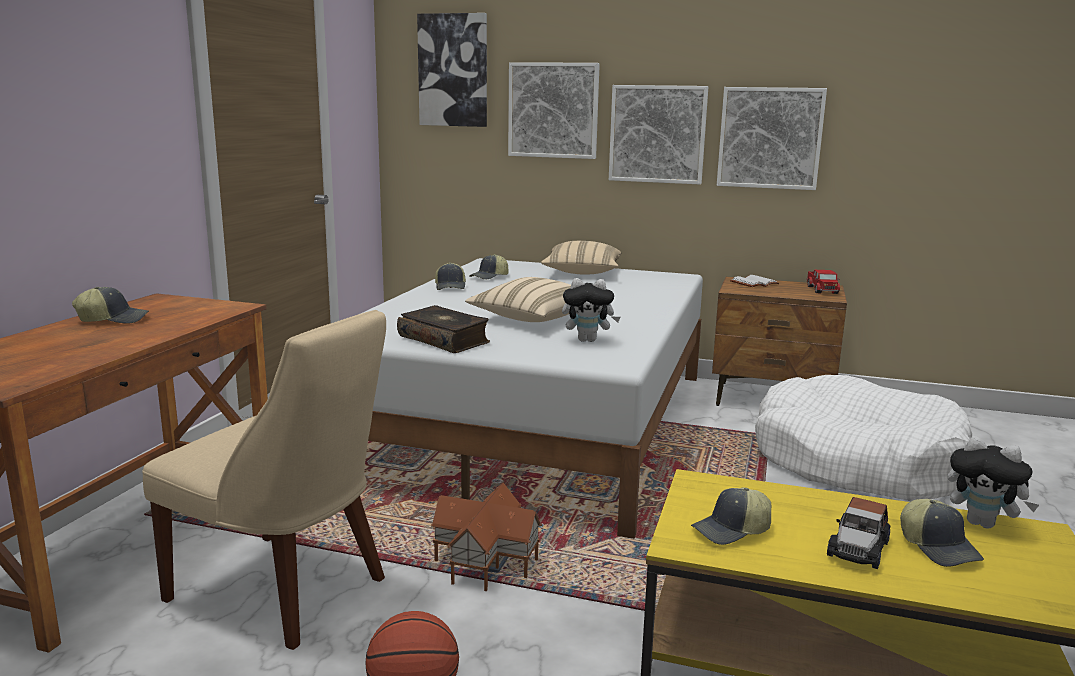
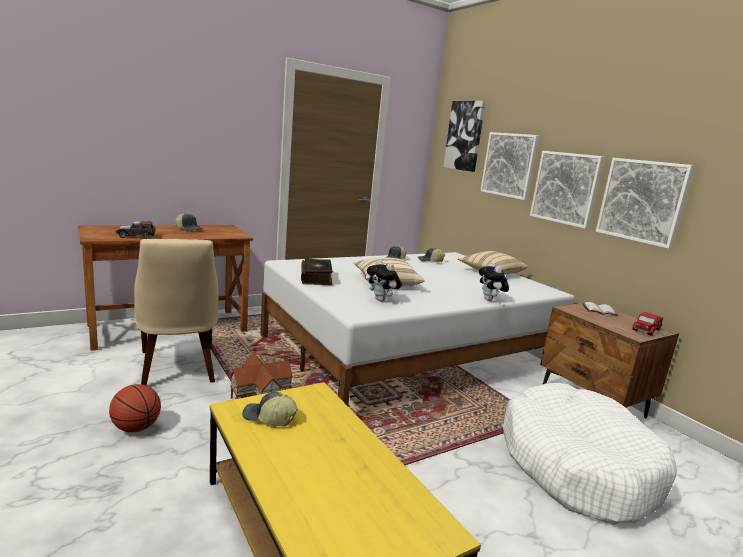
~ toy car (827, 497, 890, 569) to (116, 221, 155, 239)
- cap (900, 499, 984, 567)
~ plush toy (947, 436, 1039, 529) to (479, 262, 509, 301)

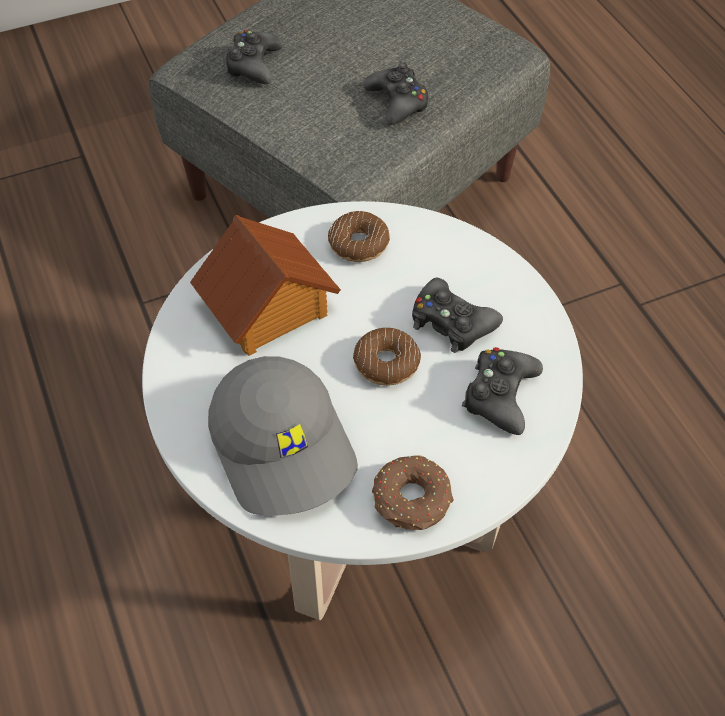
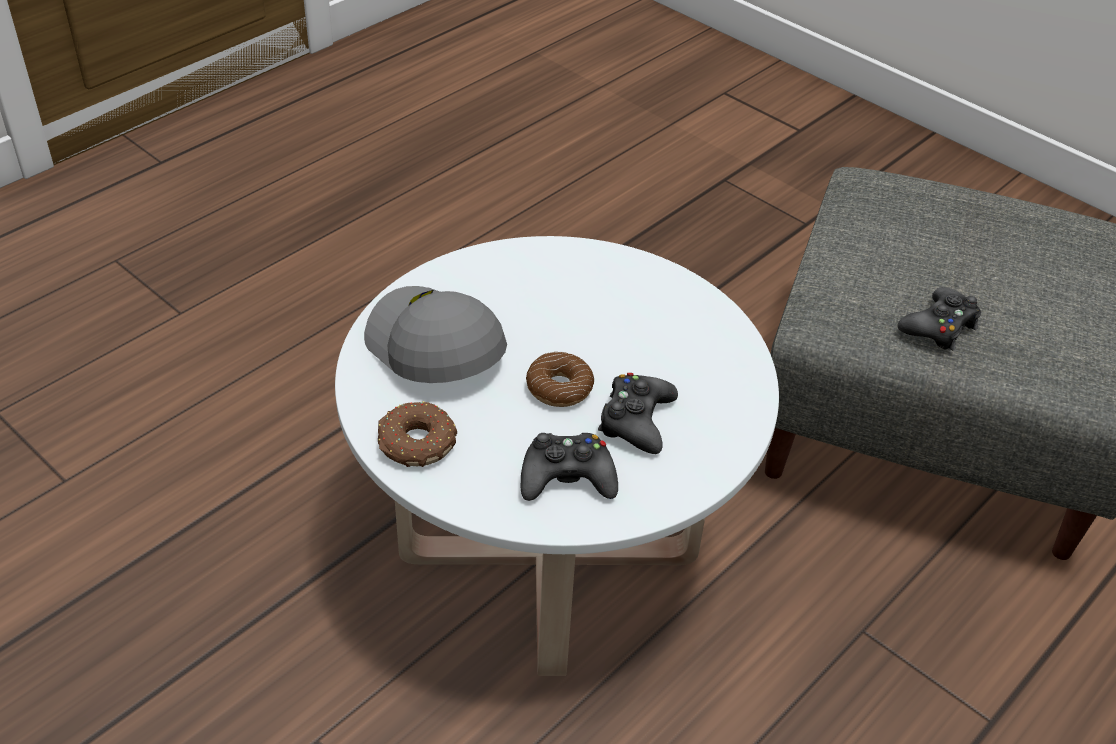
- toy house (190, 215, 341, 356)
~ grey cap (208, 356, 358, 515) = (364, 286, 507, 383) 105 degrees clockwise
- black game controller (226, 30, 283, 84)
- donut (328, 211, 390, 262)

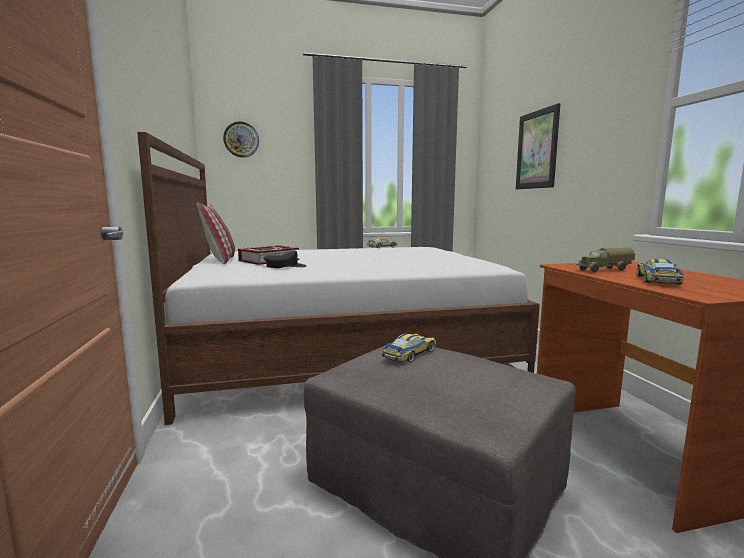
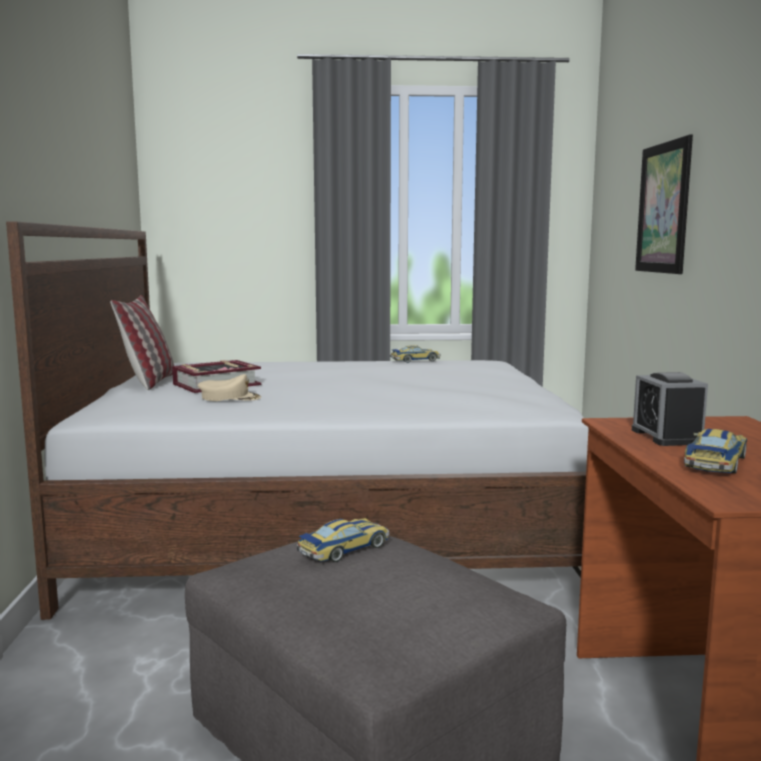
- wall clock (223, 122, 259, 158)
~ black cap (264, 250, 306, 268) to beige cap (198, 374, 261, 401)
~ toy truck (577, 247, 635, 272) to alarm clock (632, 372, 708, 446)

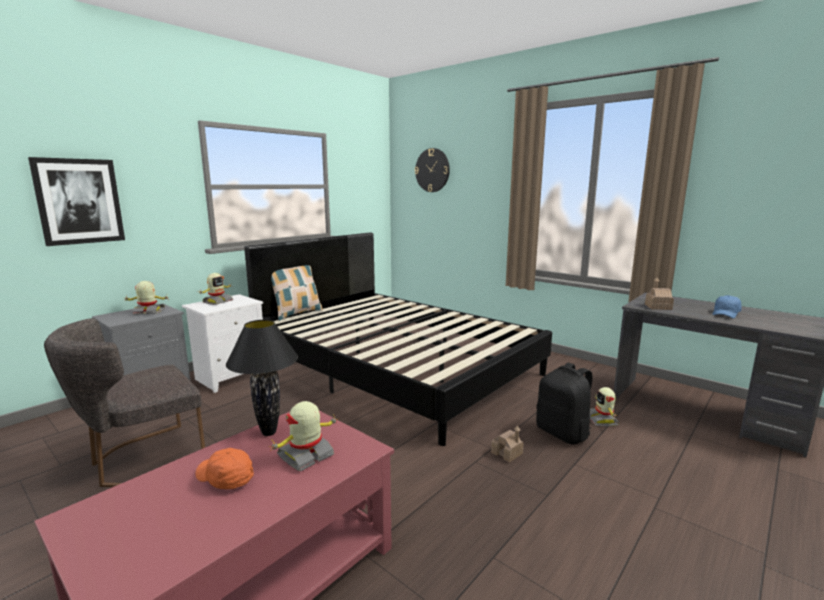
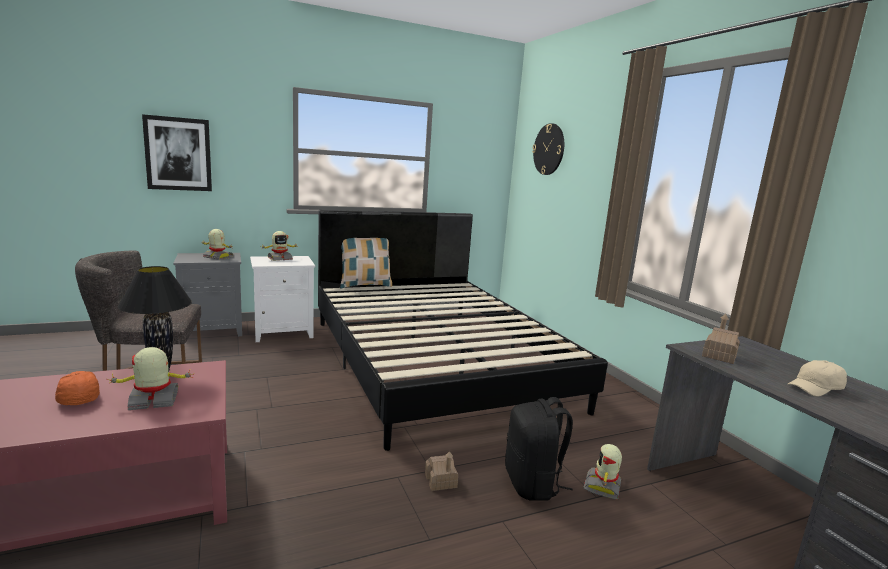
~ blue cap (713, 295, 742, 318) to beige cap (787, 360, 847, 397)

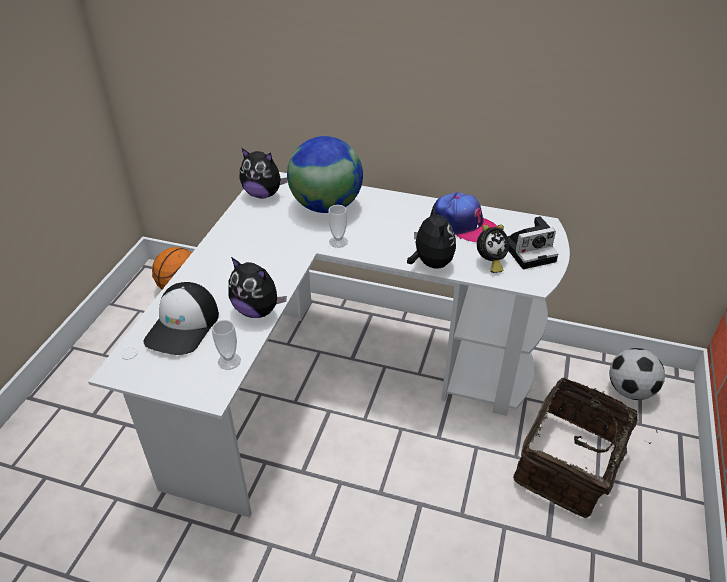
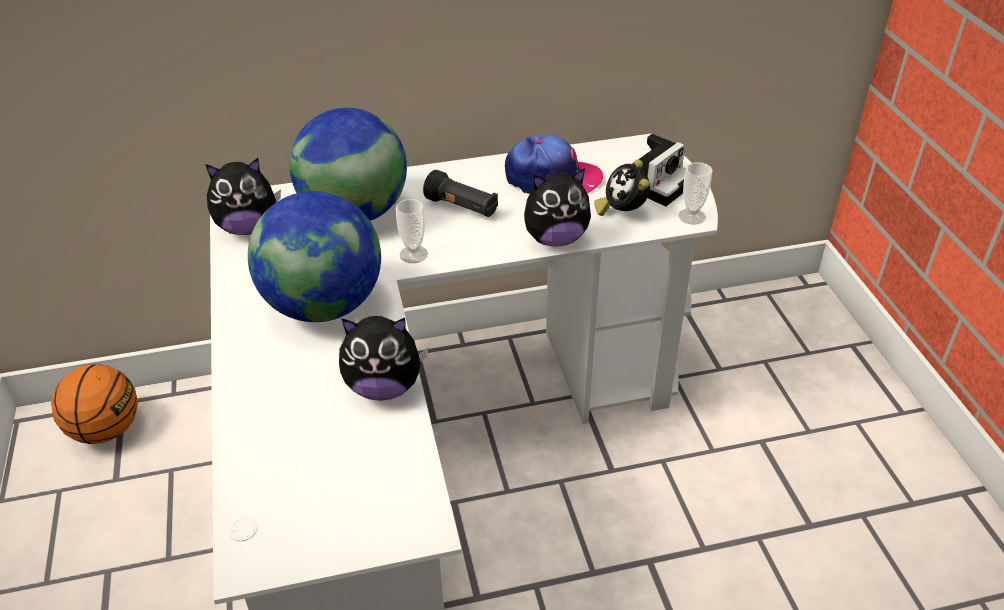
- cap (144, 282, 219, 355)
~ cup (212, 320, 241, 370) to (679, 162, 712, 225)
~ plush toy (407, 206, 456, 268) = (524, 168, 591, 247) 120 degrees clockwise
~ alarm clock (477, 224, 509, 273) = (594, 159, 650, 216) 135 degrees clockwise
- basket (513, 377, 657, 518)
- football (609, 348, 665, 400)
+ globe (248, 191, 381, 322)
+ black flashlight (423, 170, 498, 217)

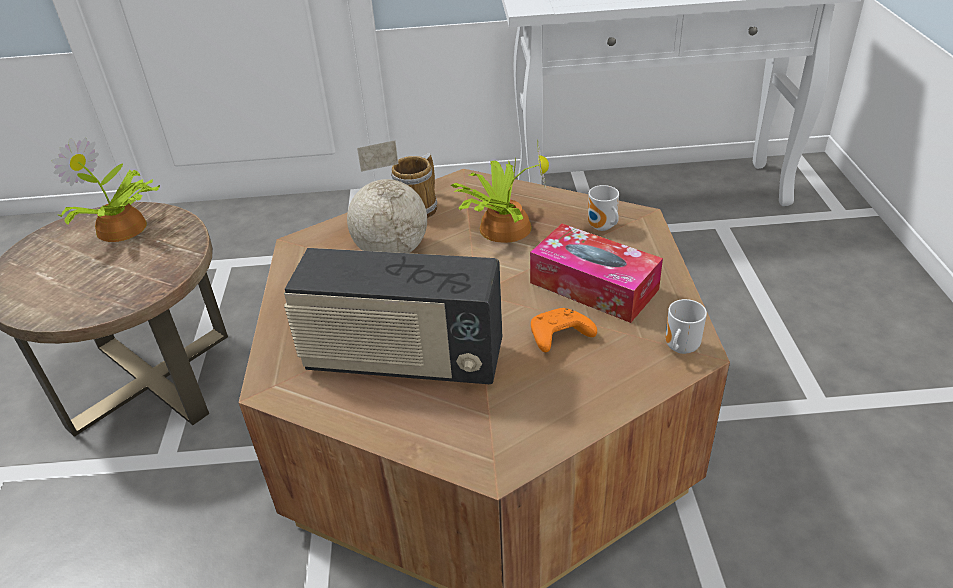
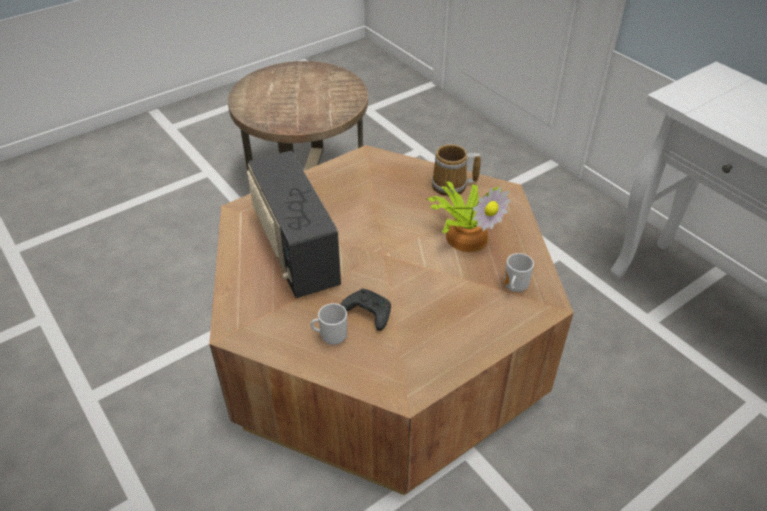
- potted plant (52, 138, 160, 242)
- globe (347, 140, 427, 253)
- tissue box (530, 224, 663, 323)
~ orange game controller (531, 308, 597, 352) to black game controller (340, 288, 391, 331)
~ mug (665, 299, 707, 354) to (311, 303, 348, 345)

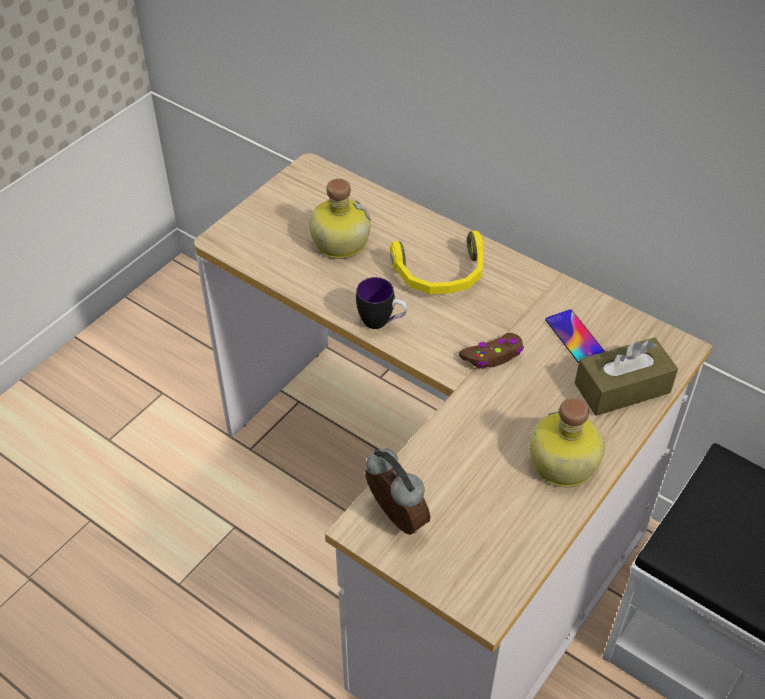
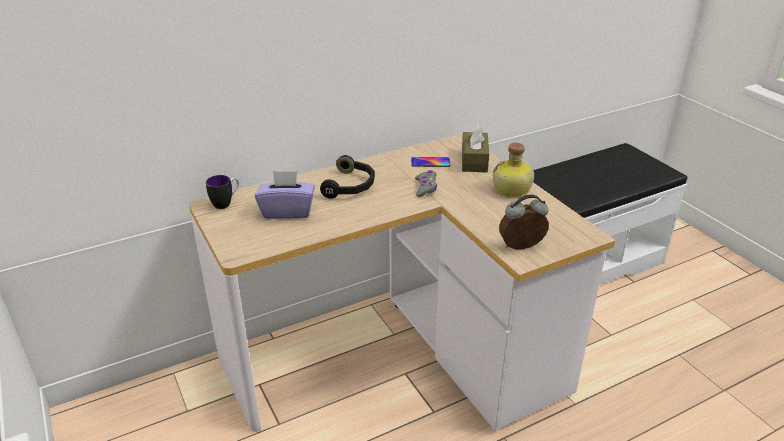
~ bottle (309, 179, 371, 259) to purple tissue box (255, 171, 315, 219)
~ mug (356, 277, 408, 329) to (206, 175, 239, 209)
~ yellow headphones (390, 231, 484, 294) to black headphones (320, 155, 375, 199)
~ brown game controller (459, 333, 524, 369) to grey game controller (415, 170, 437, 197)

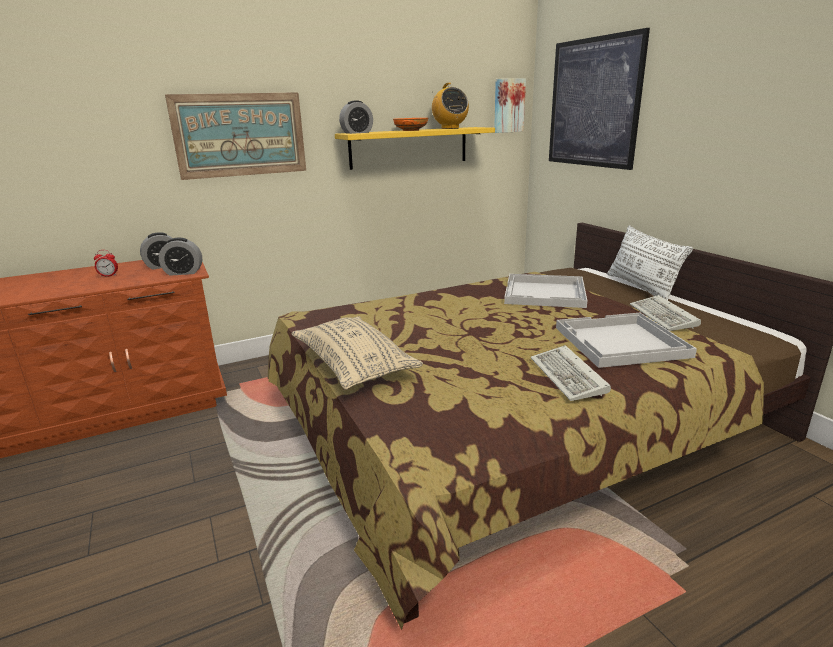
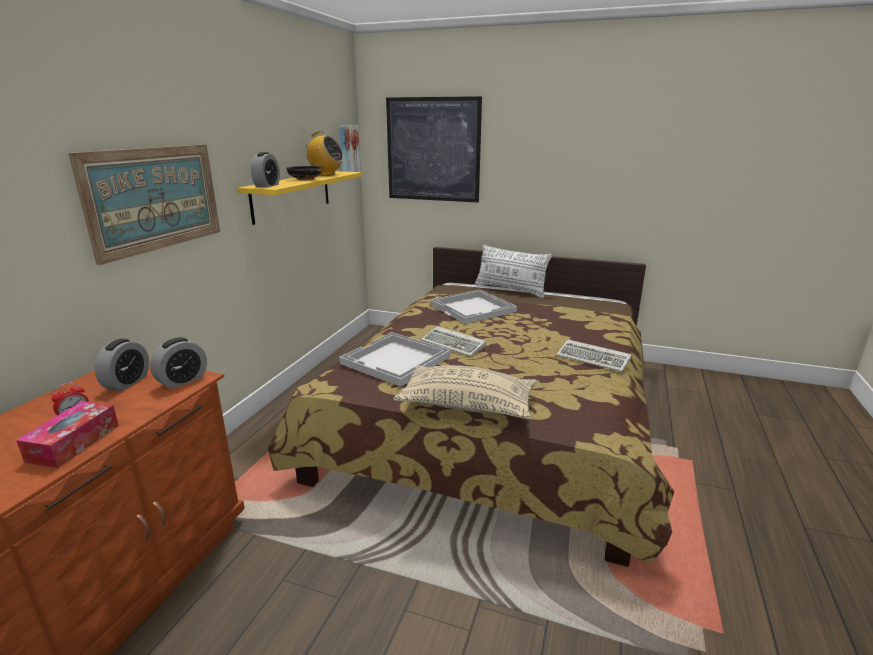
~ orange bowl (393, 118, 428, 131) to black bowl (286, 166, 323, 181)
~ white tray (556, 313, 697, 368) to (340, 332, 451, 387)
~ keyboard (630, 295, 701, 331) to (420, 326, 486, 357)
+ tissue box (16, 401, 119, 468)

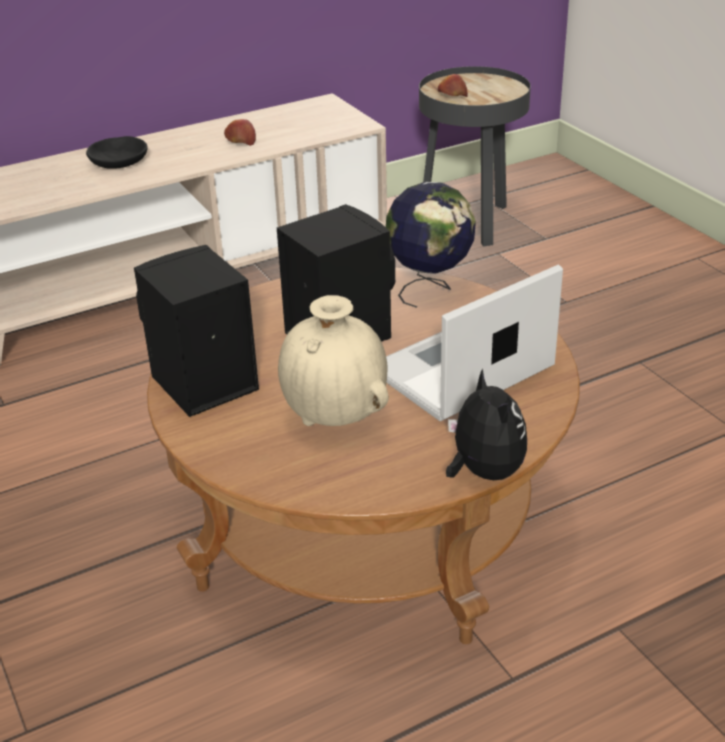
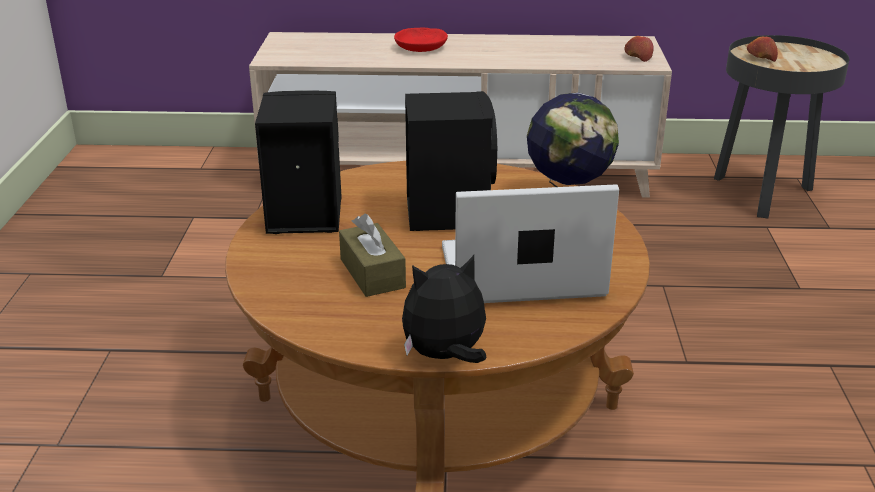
~ black bowl (86, 136, 148, 169) to red bowl (394, 27, 448, 52)
~ apple (224, 119, 256, 146) to (624, 36, 654, 62)
~ beige vase (278, 295, 389, 426) to brown tissue box (339, 214, 406, 297)
~ plush toy (446, 368, 527, 480) = (402, 255, 487, 363) 120 degrees counterclockwise

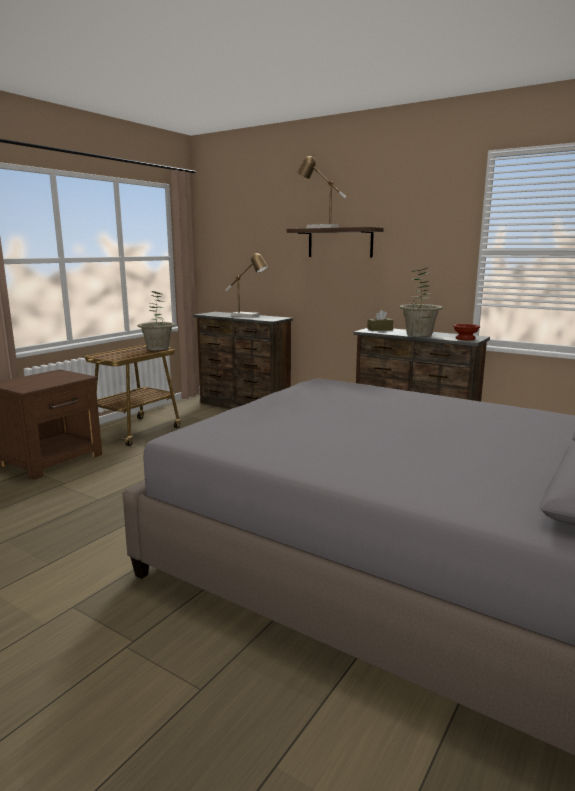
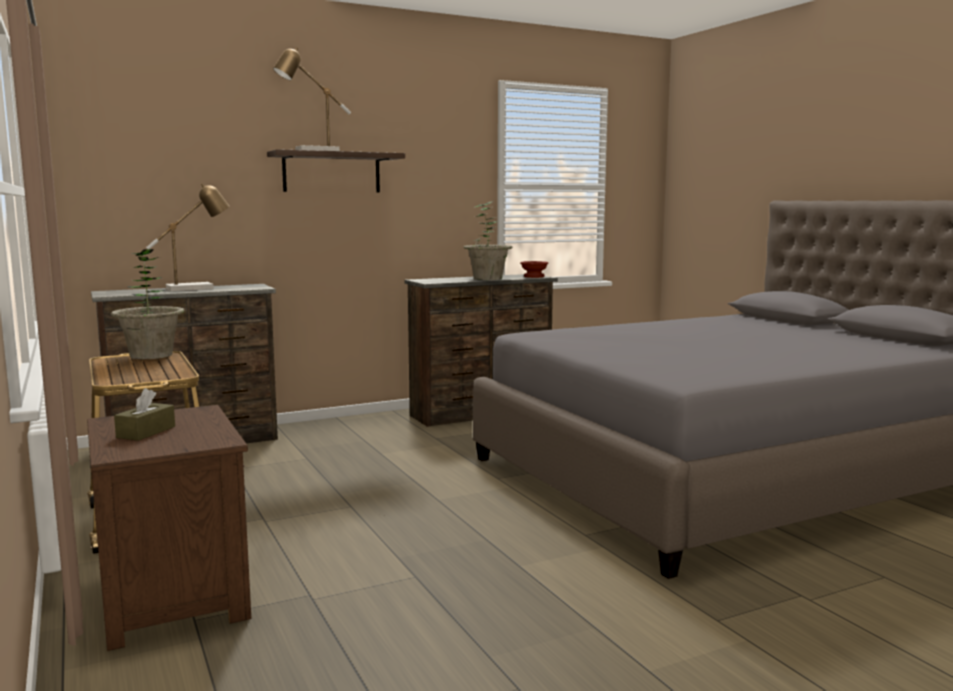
~ brown tissue box (367, 310, 393, 331) to (114, 388, 175, 441)

